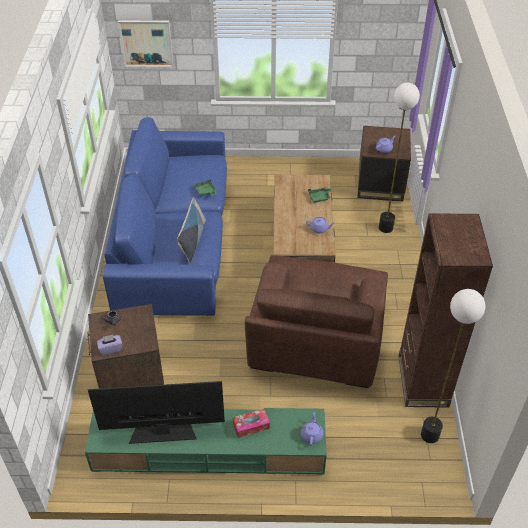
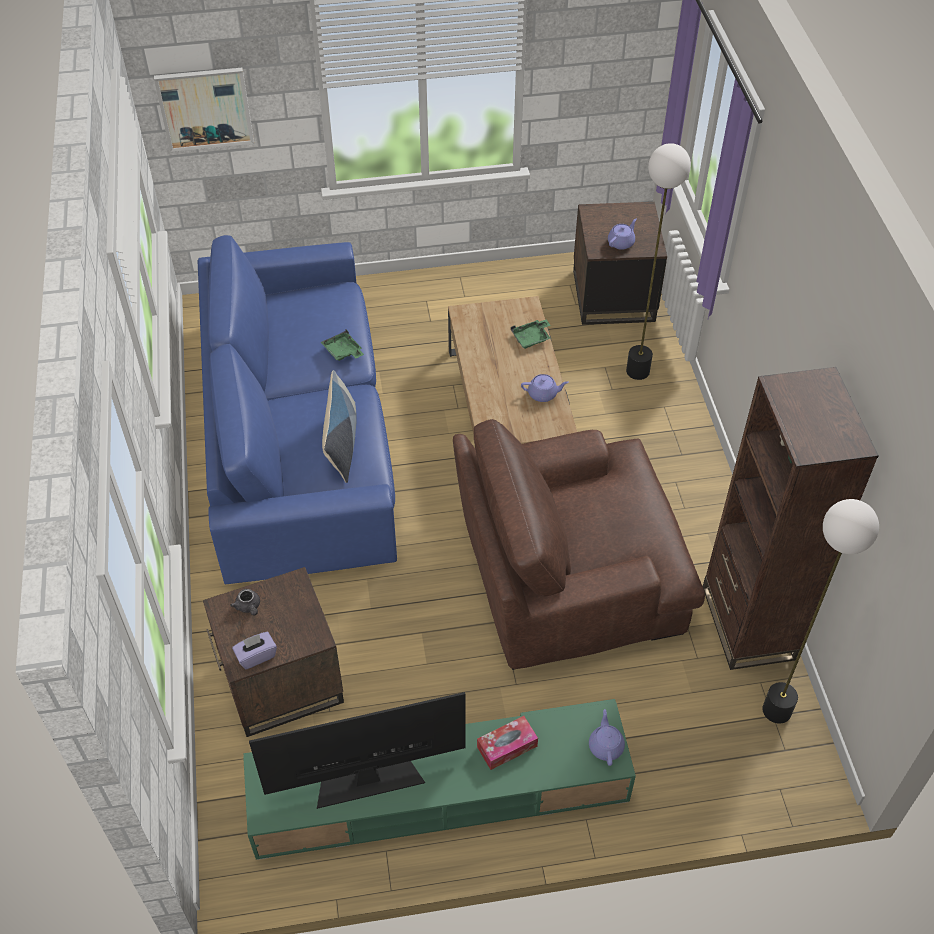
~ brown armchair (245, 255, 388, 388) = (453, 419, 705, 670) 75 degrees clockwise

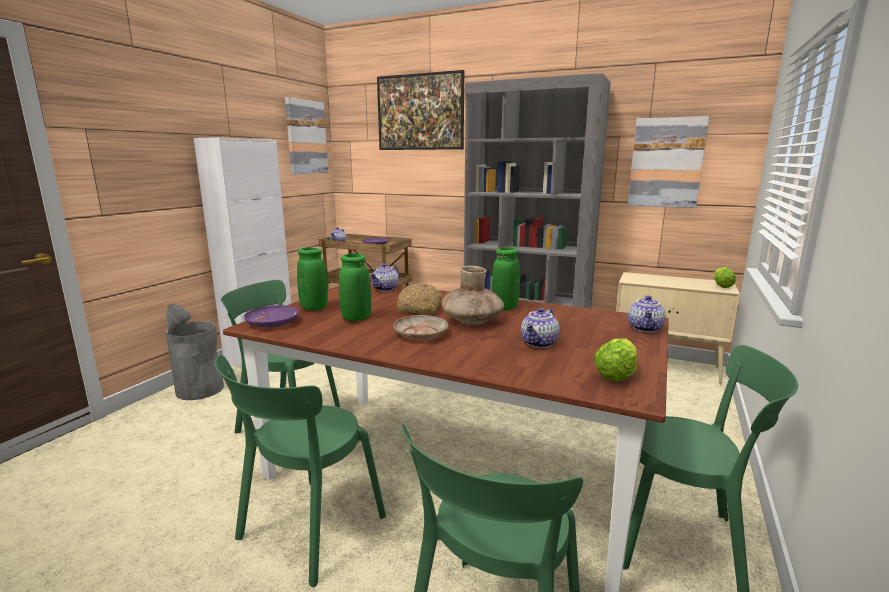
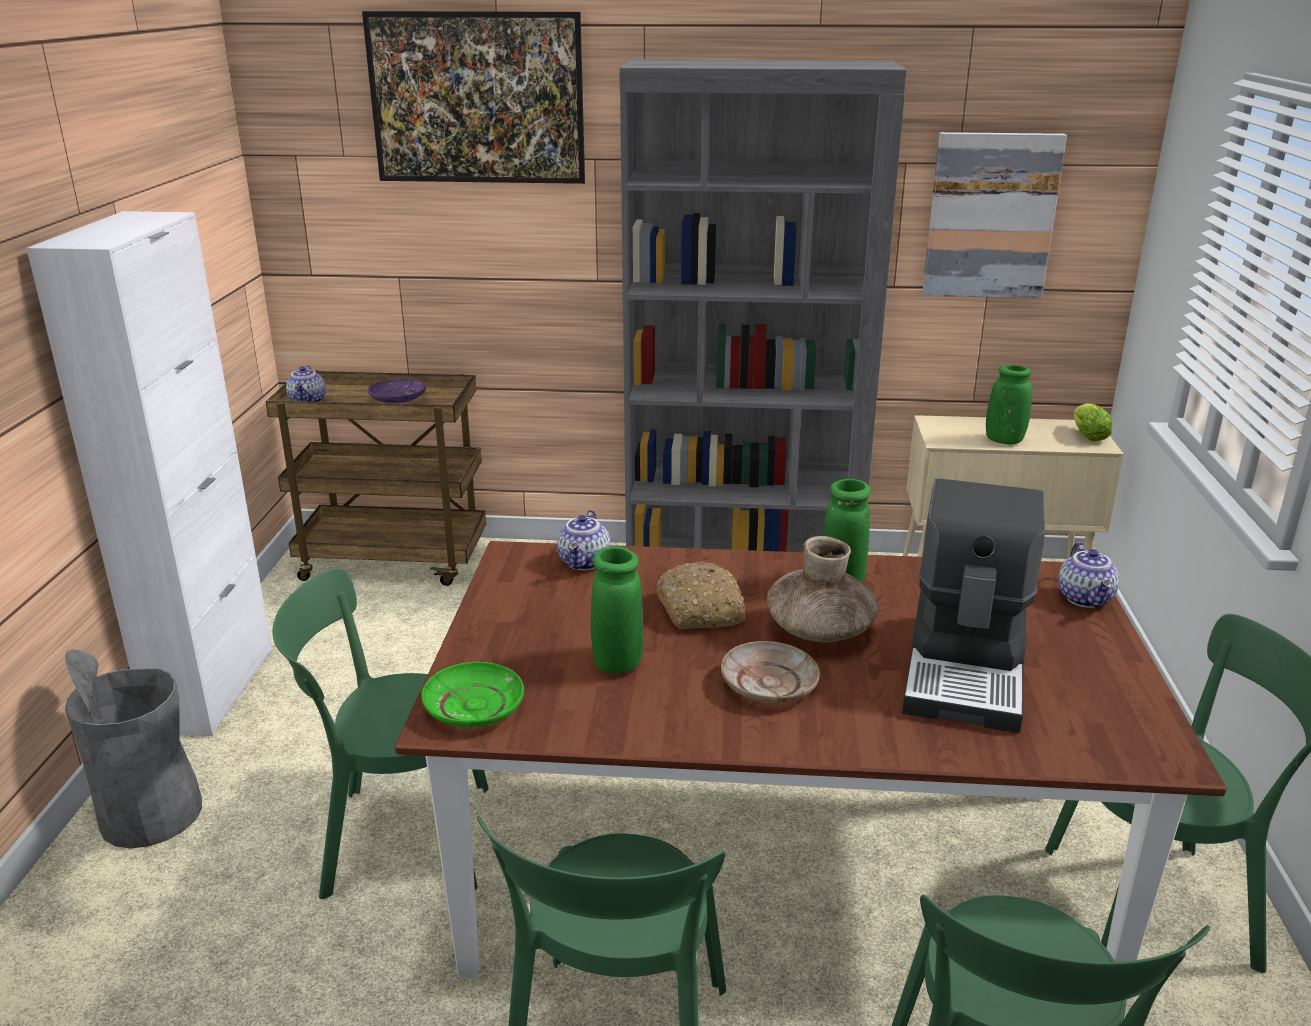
~ purple plate (244, 305, 299, 327) to green plate (422, 662, 524, 727)
- picture (285, 97, 328, 174)
~ green vase (297, 248, 328, 311) to (986, 365, 1032, 444)
~ teapot (521, 308, 560, 348) to coffee machine (902, 478, 1045, 733)
- lettuce (593, 339, 637, 381)

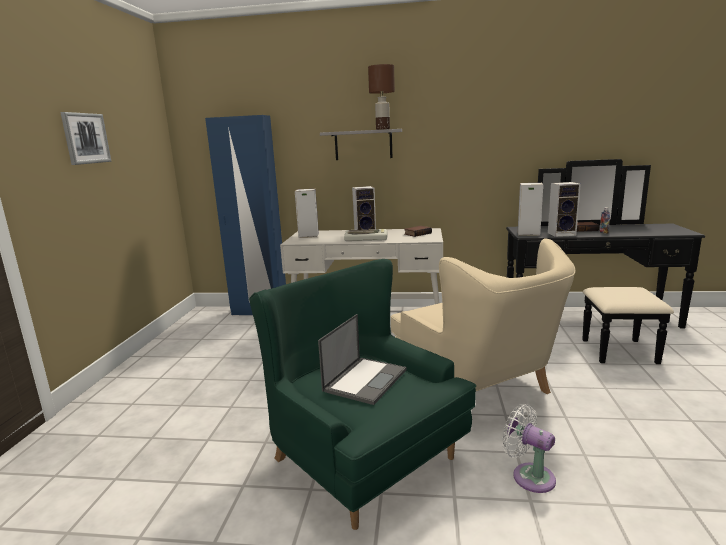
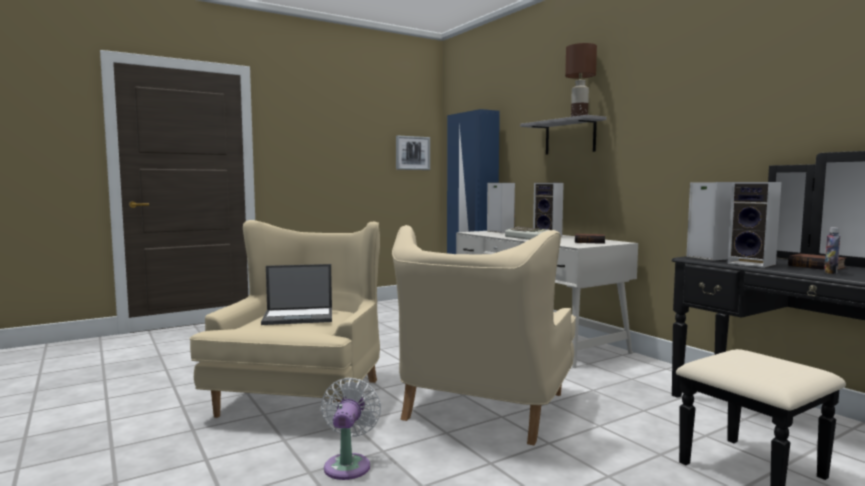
~ picture (60, 112, 112, 165) to (396, 135, 430, 170)
~ green armchair (249, 259, 476, 530) to beige armchair (189, 220, 380, 418)

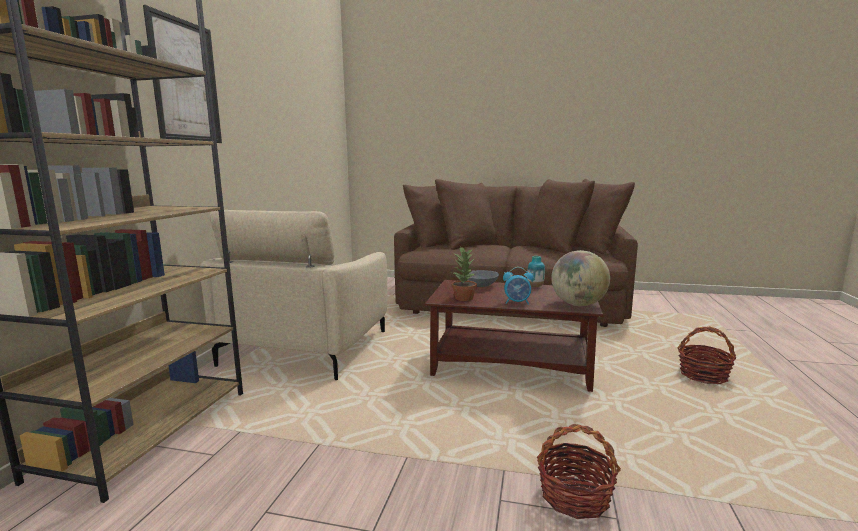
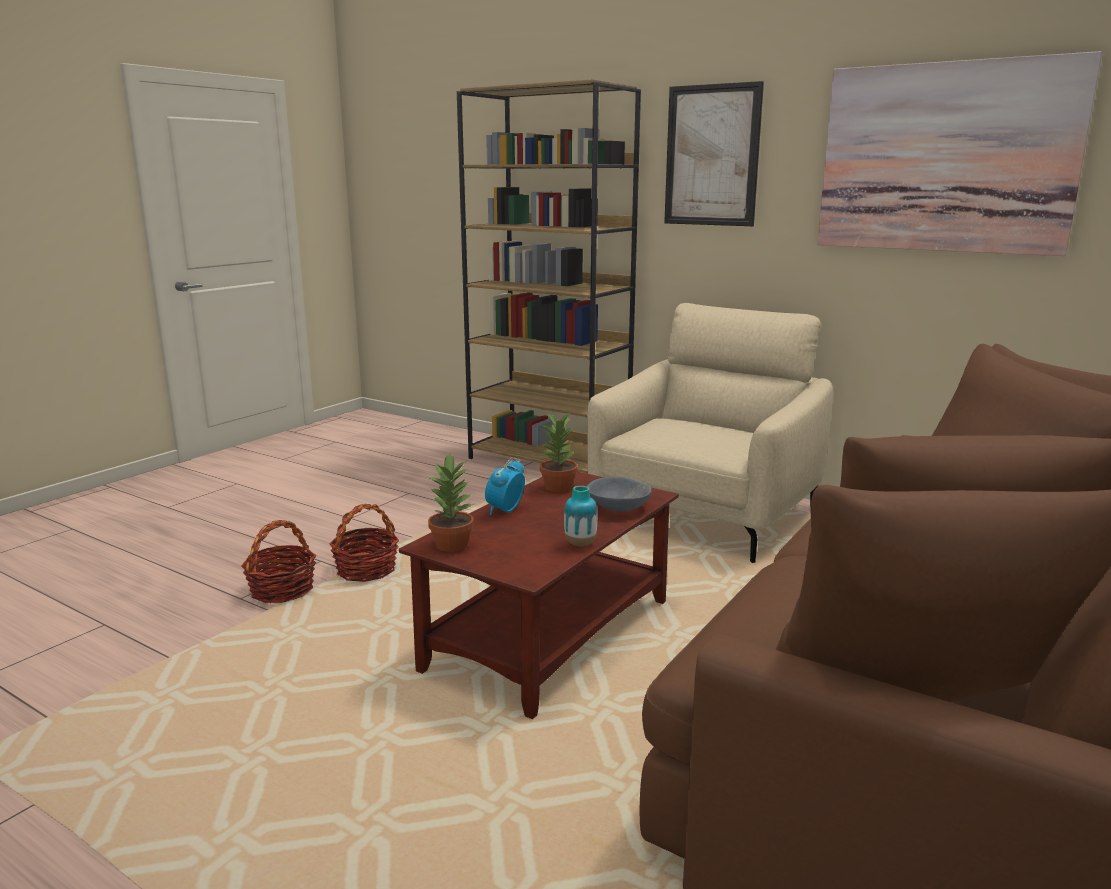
~ beige armchair (200, 210, 387, 380) = (587, 303, 833, 563) 90 degrees clockwise
~ globe (551, 250, 610, 306) to potted plant (428, 453, 474, 552)
~ basket (677, 326, 736, 384) to (329, 504, 399, 582)
+ picture (817, 51, 1103, 256)

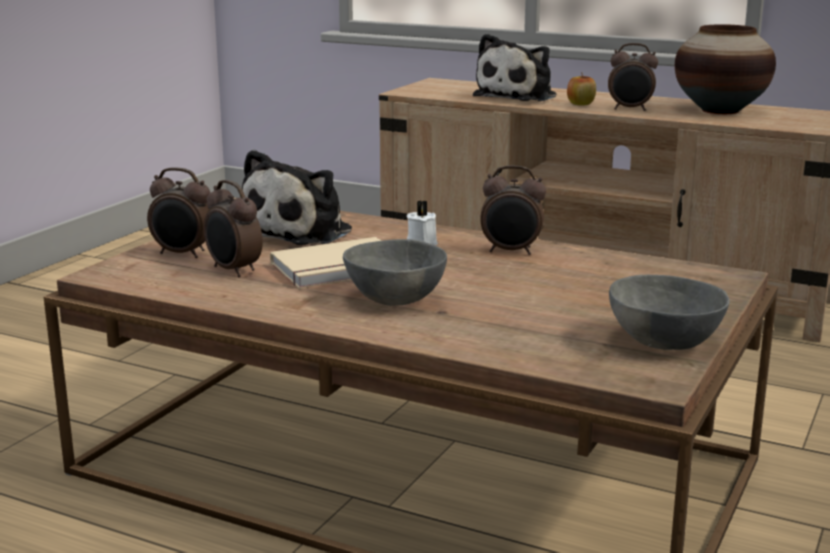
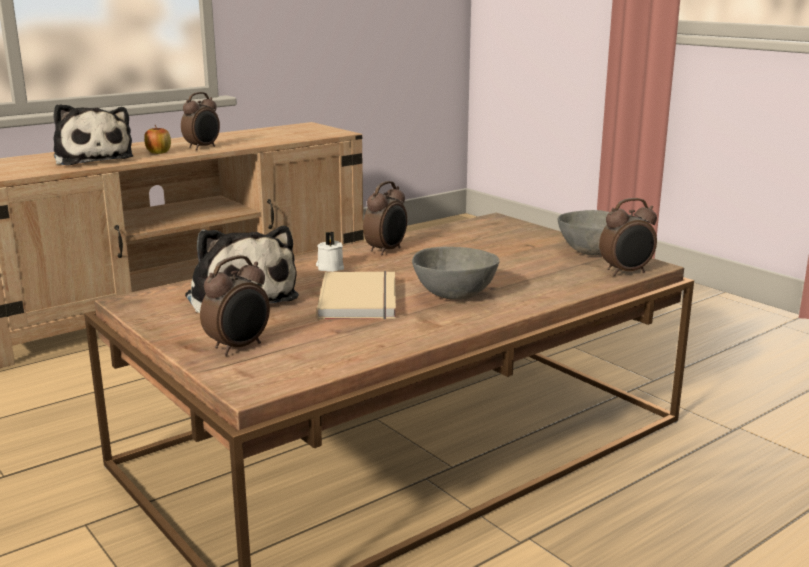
~ alarm clock (204, 180, 263, 277) to (599, 198, 657, 276)
- vase (675, 24, 776, 114)

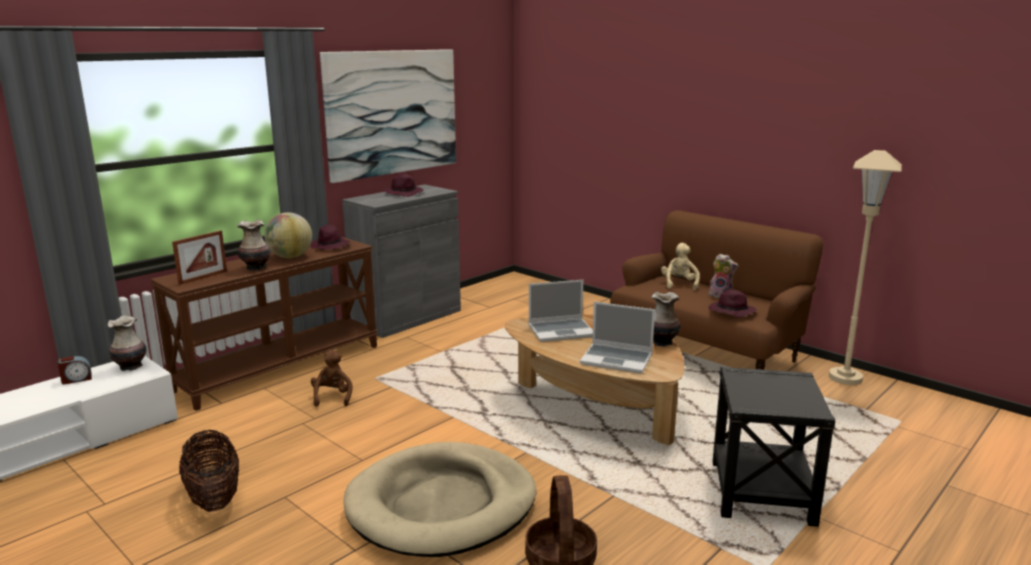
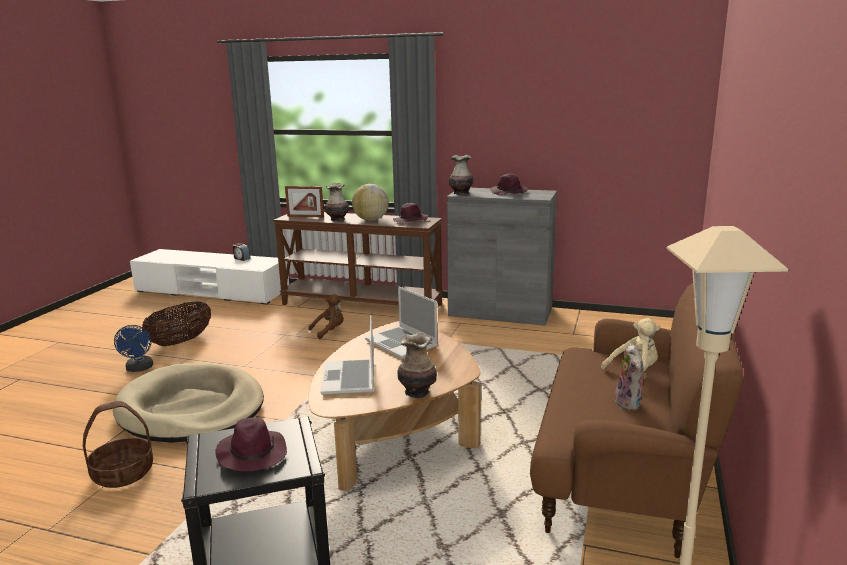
~ vase (108, 315, 146, 371) to (449, 155, 474, 195)
- picture (320, 49, 456, 183)
~ purple hat (708, 289, 757, 318) to (215, 418, 287, 472)
+ blue fan (114, 325, 153, 372)

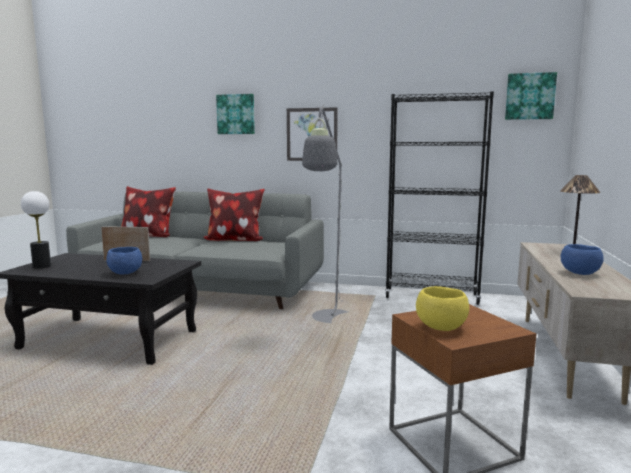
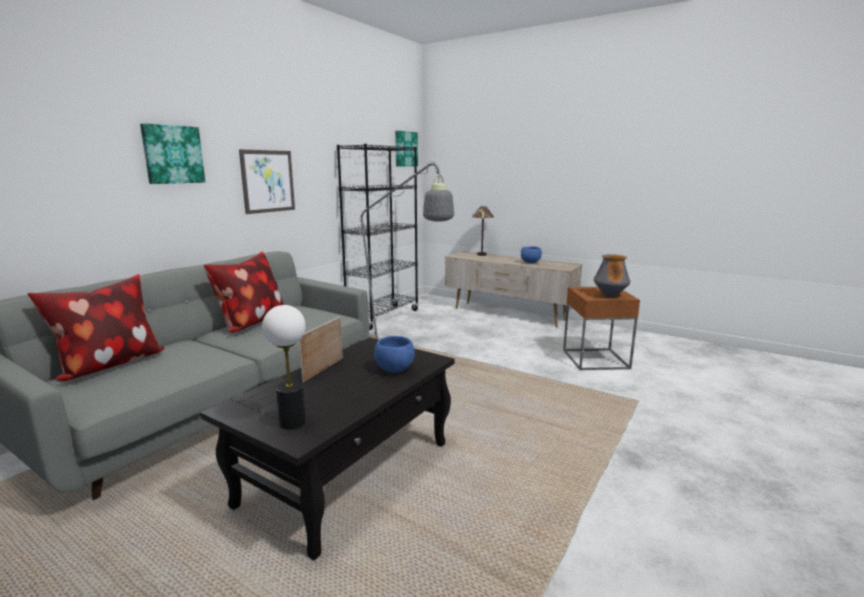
~ yellow bowl (416, 286, 469, 331) to vase (594, 254, 630, 298)

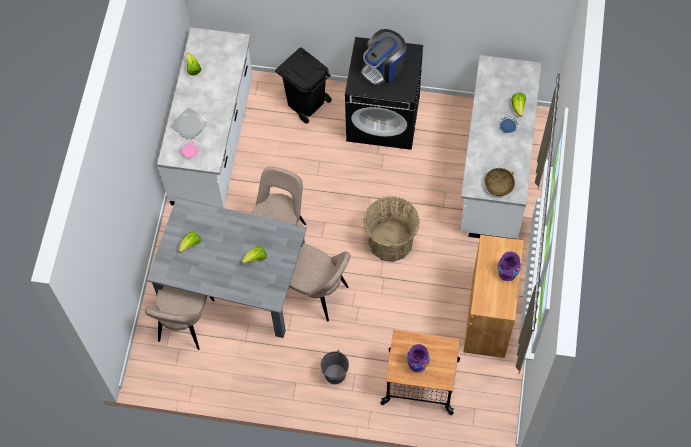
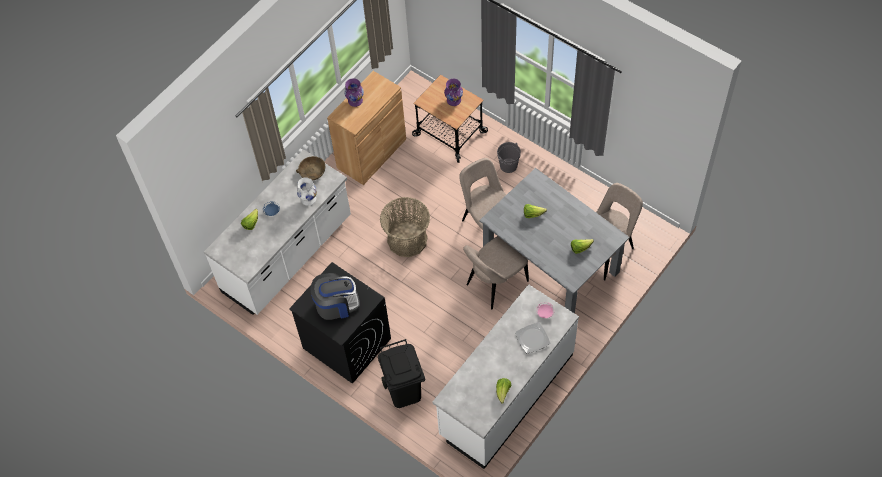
+ white vase (297, 177, 317, 206)

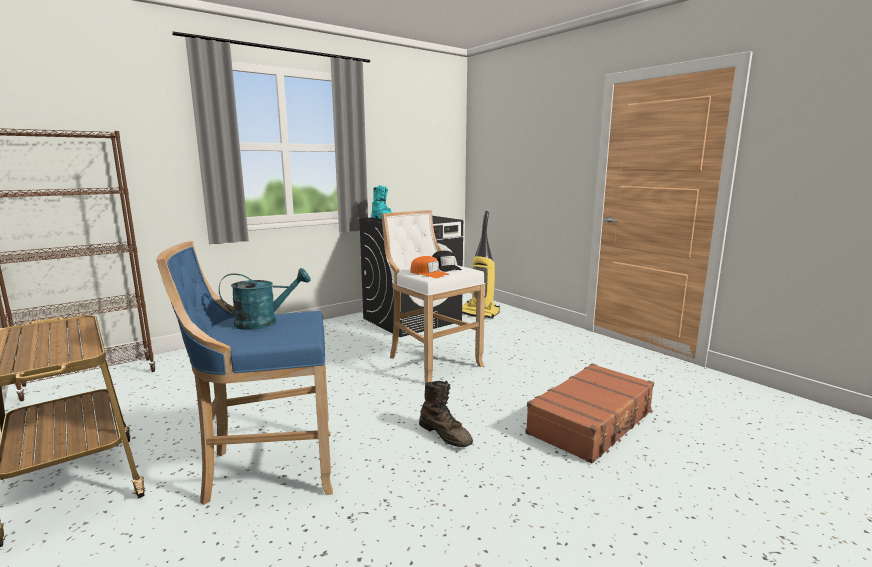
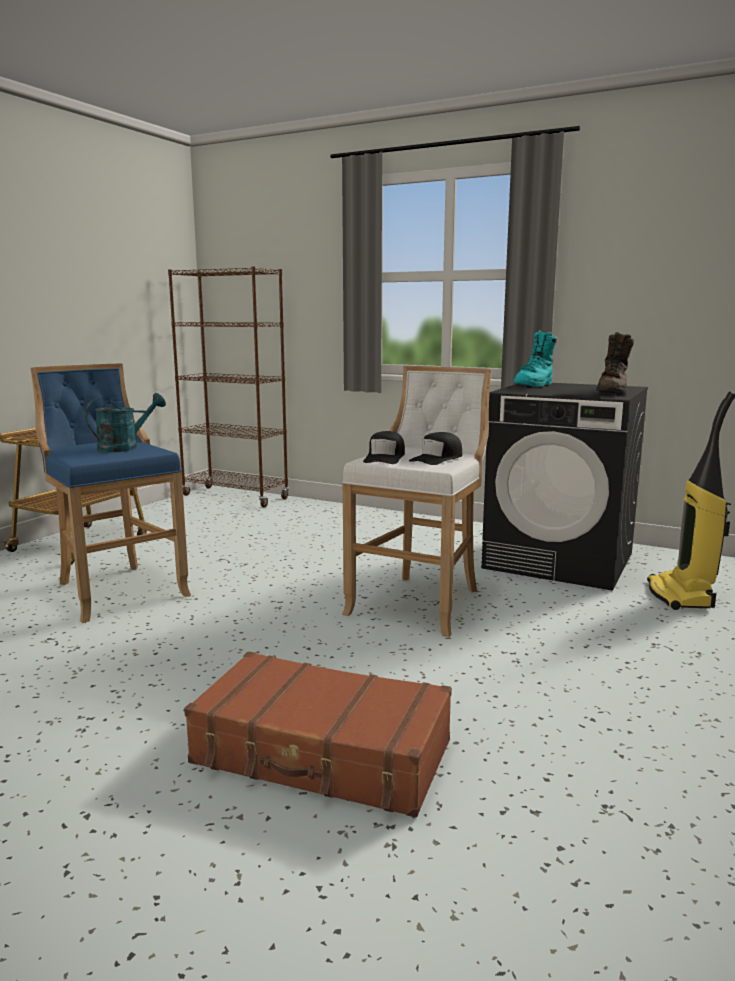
~ turquoise watering can (219, 268, 311, 330) = (85, 393, 166, 452) 90 degrees counterclockwise
~ orange cap (410, 256, 450, 278) to black cap (363, 431, 405, 464)
~ brown boot (419, 381, 473, 447) to (596, 332, 634, 394)

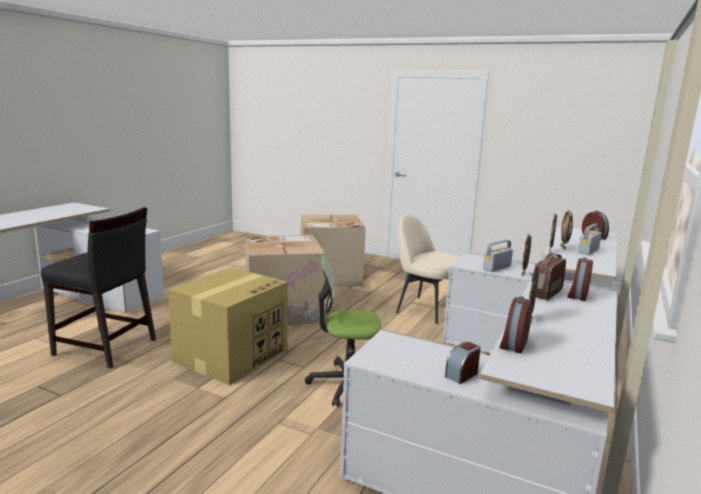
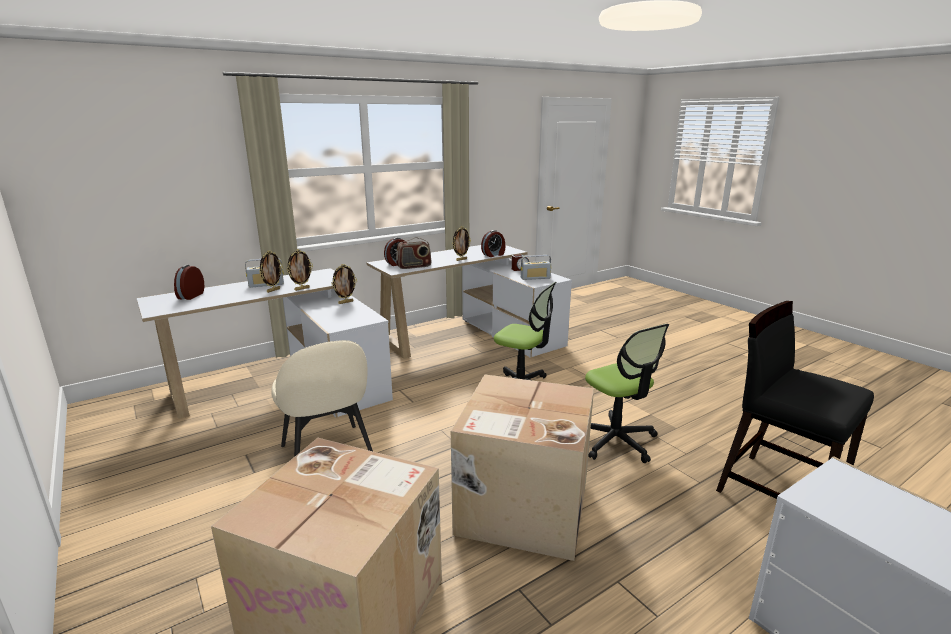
~ cardboard box (168, 268, 288, 385) to office chair (585, 324, 669, 463)
~ radio (483, 240, 513, 272) to (521, 255, 551, 280)

